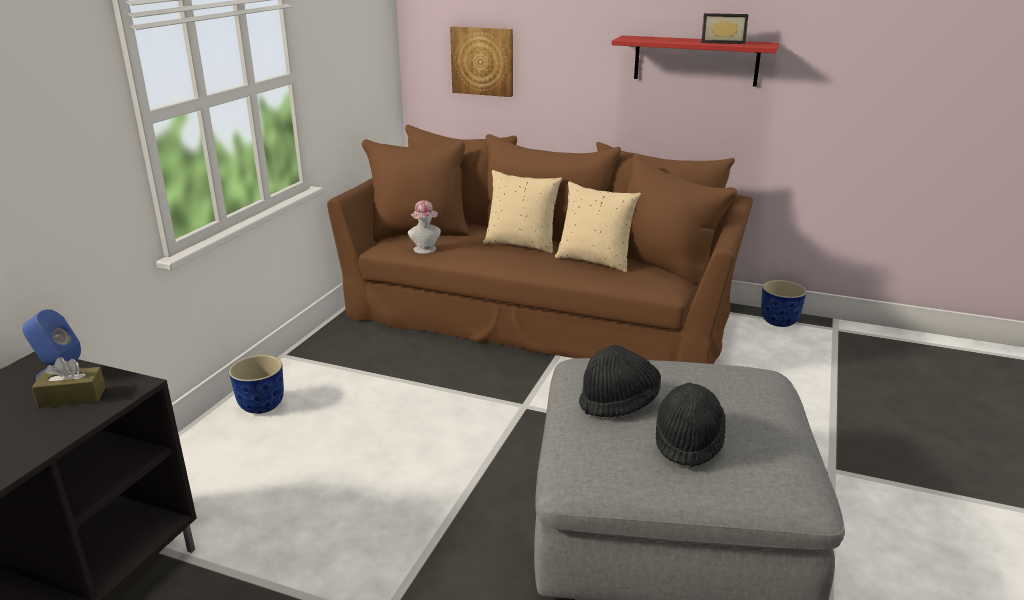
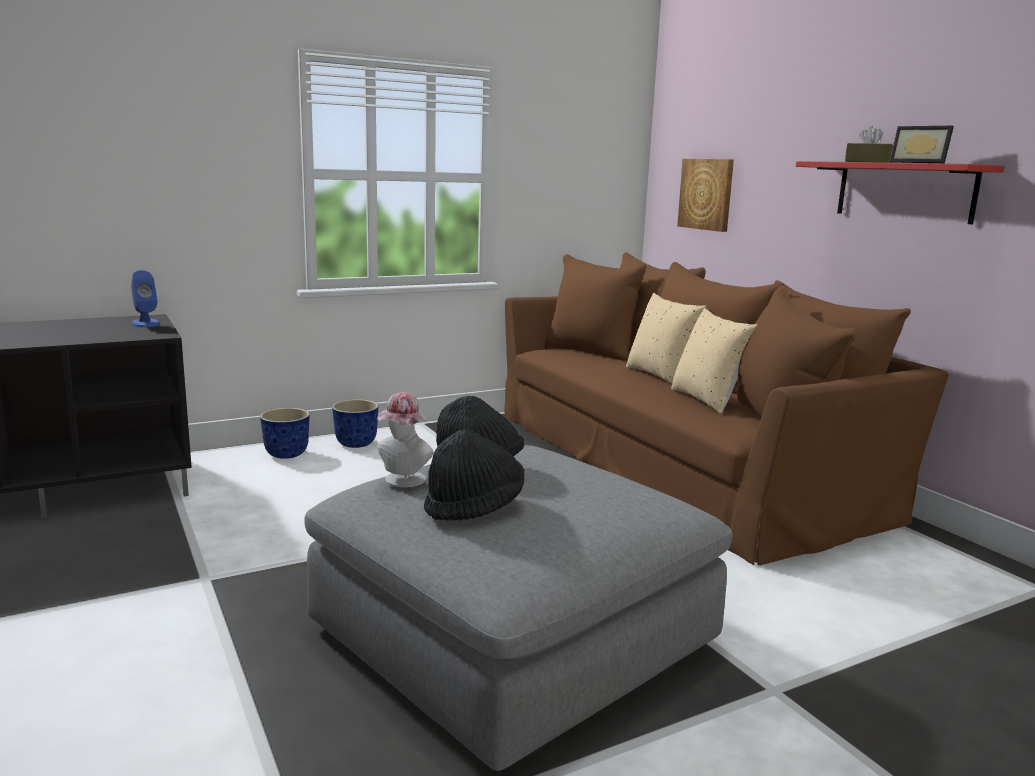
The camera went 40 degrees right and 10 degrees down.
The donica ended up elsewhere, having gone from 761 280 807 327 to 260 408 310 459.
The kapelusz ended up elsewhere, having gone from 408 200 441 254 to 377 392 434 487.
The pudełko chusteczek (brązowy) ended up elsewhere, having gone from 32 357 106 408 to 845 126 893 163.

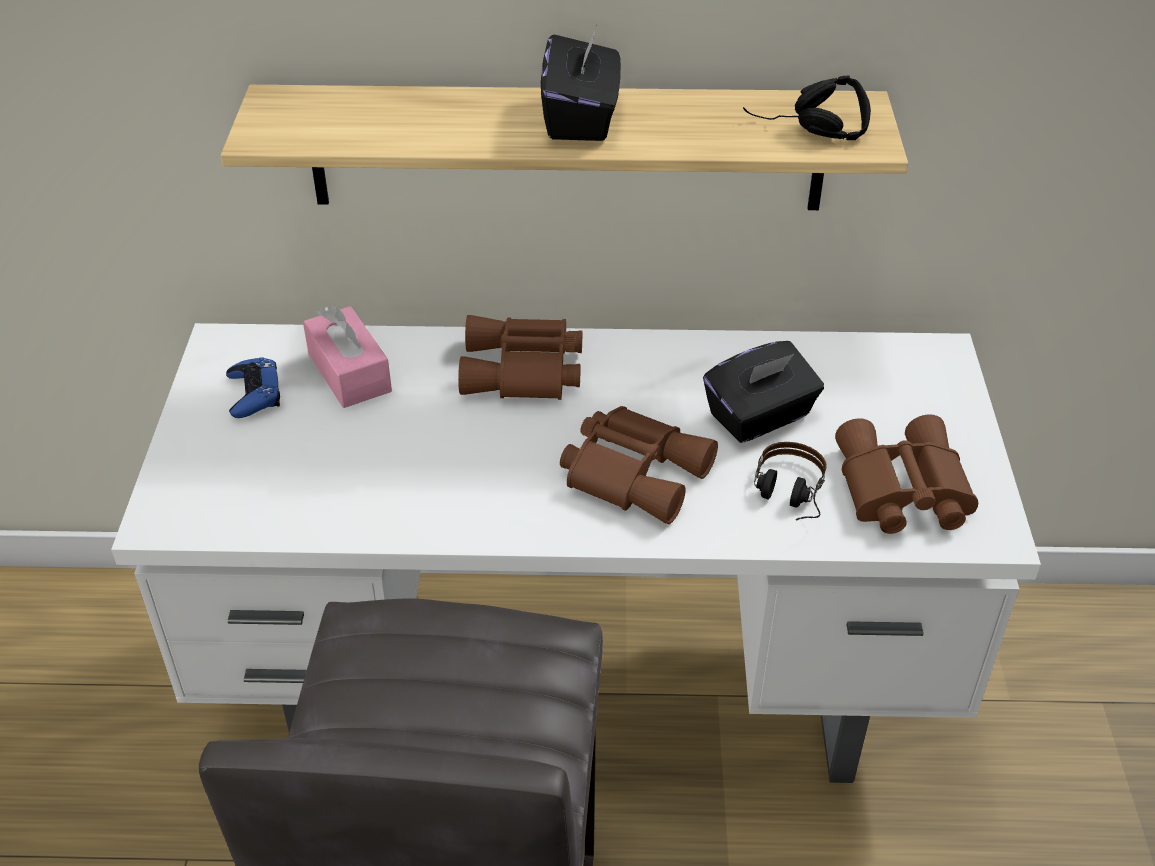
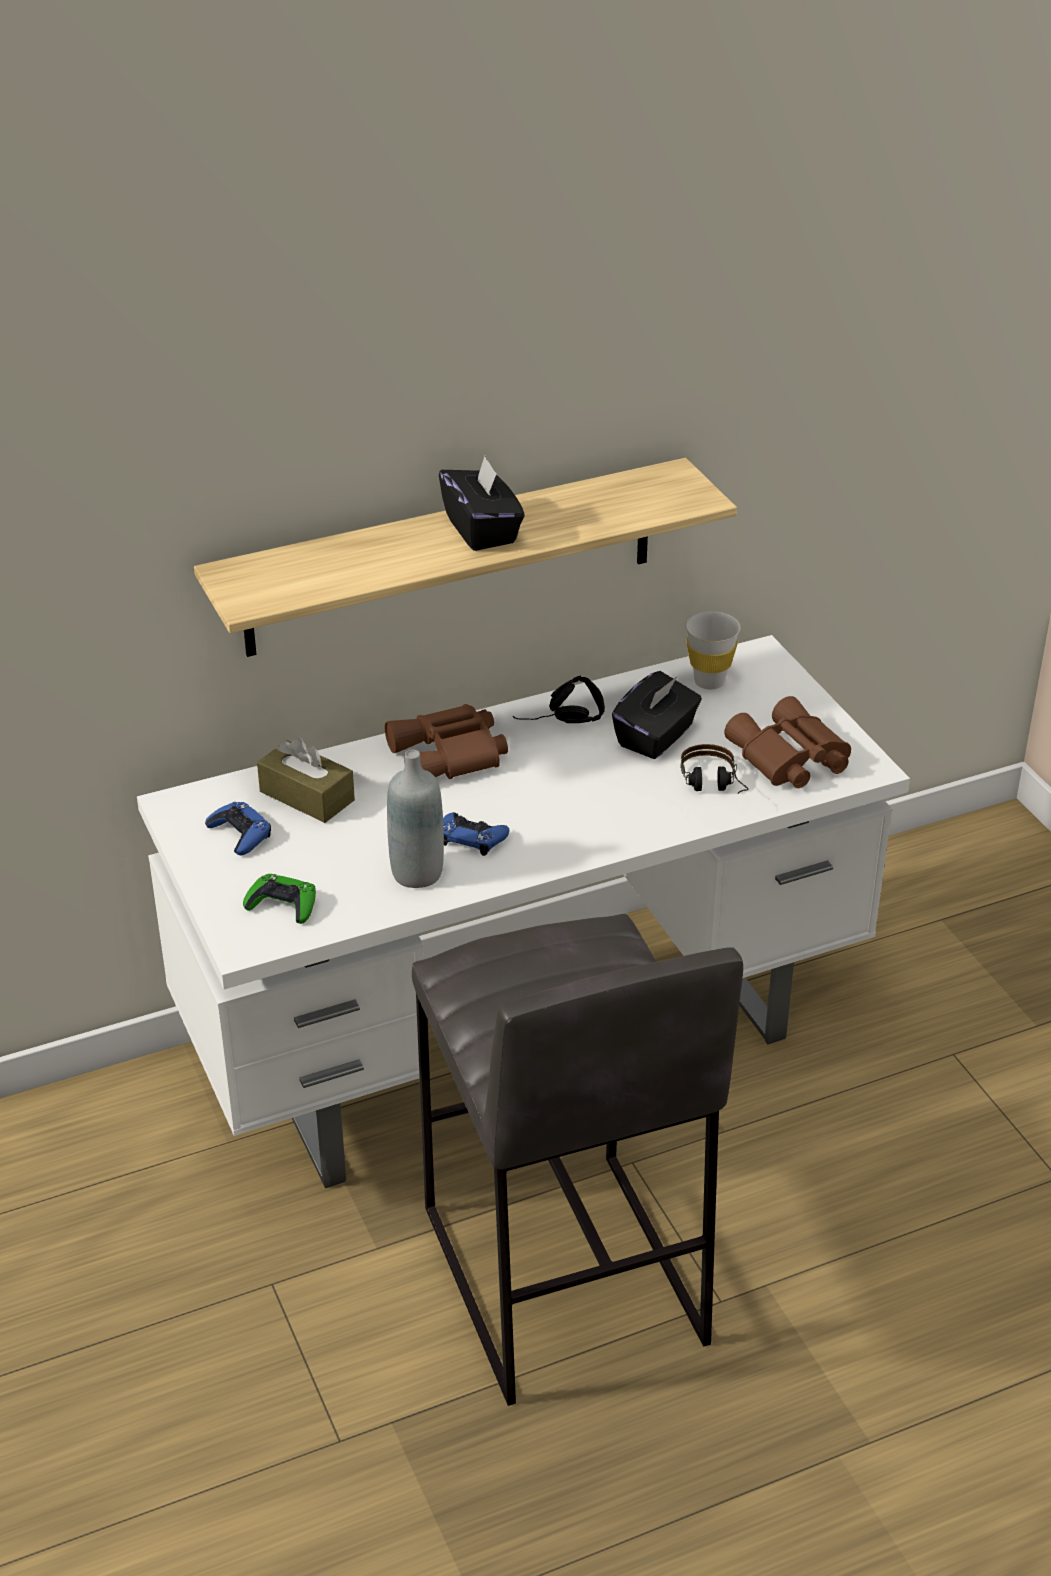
The camera went 25 degrees left and 5 degrees down.
The second view gained the pad do gier (zielony) at 243 874 316 924.
What was the pudełko chusteczek (różowy) at 303 306 392 408 turned into the pudełko chusteczek (brązowy) at 257 737 355 823.
The second view gained the butelka (szary) at 387 749 444 888.
The second view gained the pad do gier (niebieski) at 443 812 509 856.
The słuchawki (czarny) ended up elsewhere, having gone from 743 76 871 140 to 513 676 605 723.
The second view gained the filiżanka (biały) at 686 611 741 689.
The second view lost the lornetka (brązowy) at 560 406 718 524.

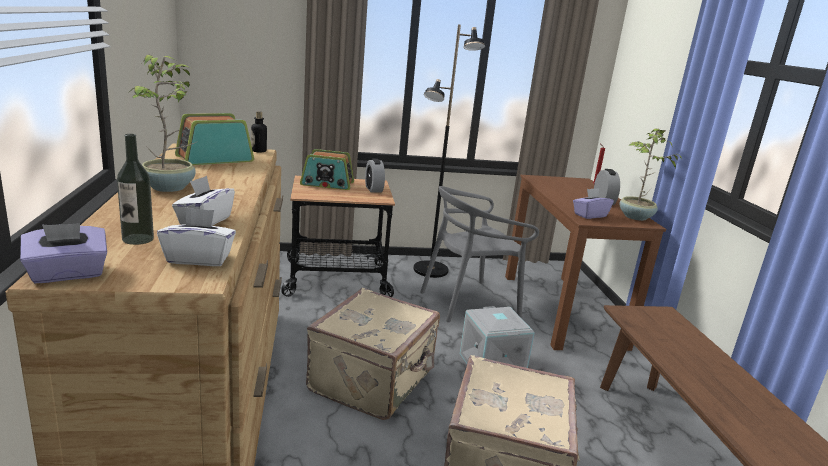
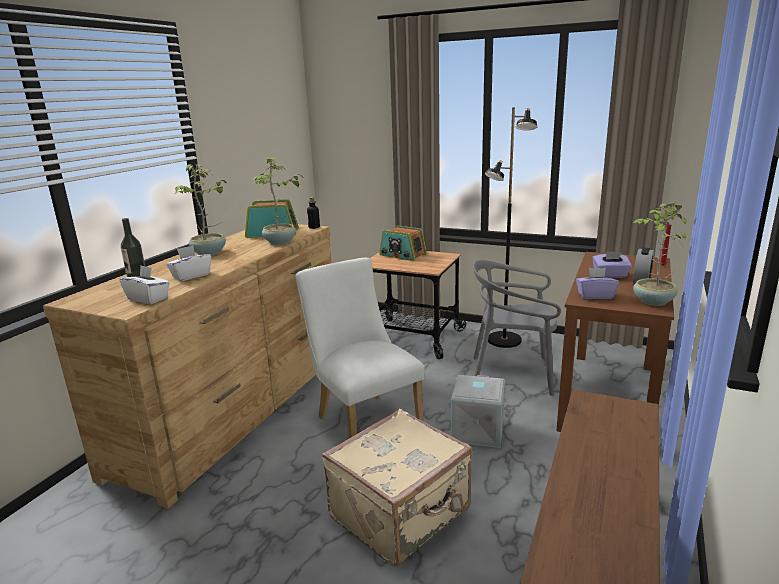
The camera went 35 degrees right and 0 degrees up.
The second view gained the roślina doniczkowa at 252 157 301 245.
Where the walizka (beżowy) stood at 306 288 440 420, the krzesło (biały) came to stand at 296 258 425 438.
The pudełko chusteczek (fioletowy) ended up elsewhere, having gone from 20 223 107 283 to 592 252 632 278.
The second view lost the budzik at 365 159 385 192.

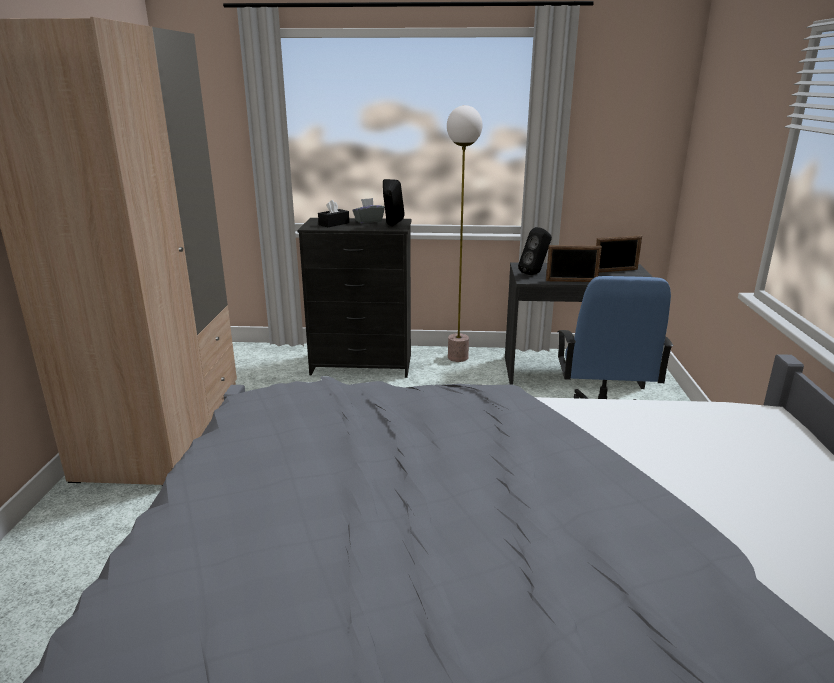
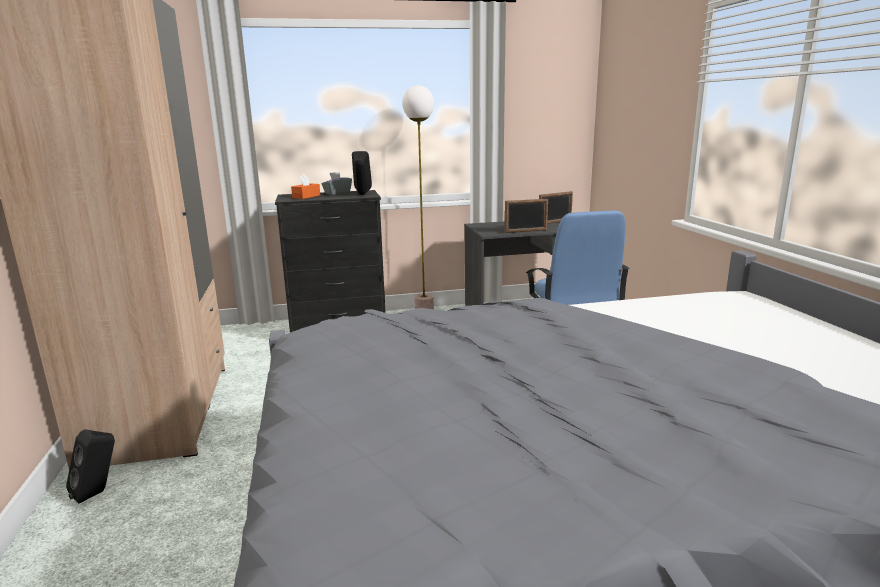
The camera went 15 degrees left and 5 degrees down.
The głośnik (czarny) ended up elsewhere, having gone from 518 227 552 275 to 66 429 115 504.
What was the pudełko chusteczek (czarny) at 318 200 349 227 turned into the pudełko chusteczek (pomarańczowy) at 291 174 320 199.

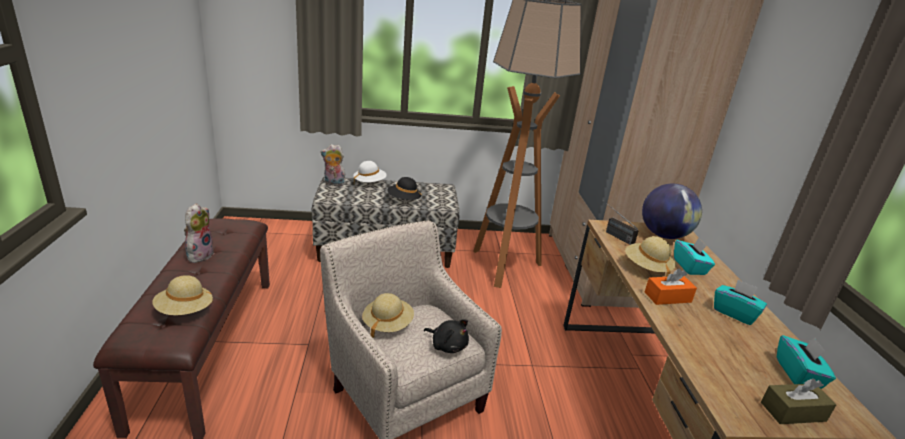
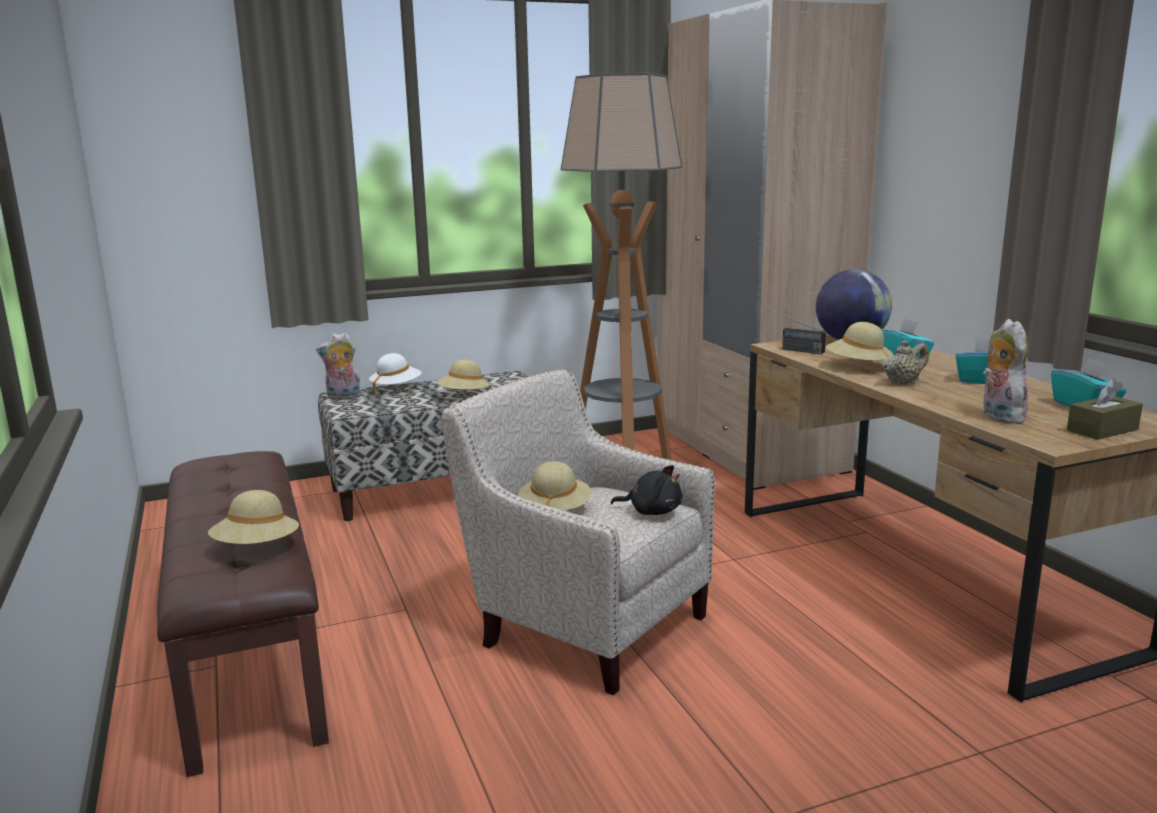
The camera went 15 degrees left and 10 degrees down.
What was the kapelusz (czarny) at 387 177 422 200 turned into the kapelusz (beżowy) at 437 359 490 390.
Where the pudełko chusteczek (pomarańczowy) stood at 645 269 697 305, the imbryk (beżowy) came to stand at 882 340 929 385.
The pluszak ended up elsewhere, having gone from 184 203 215 264 to 983 319 1028 424.

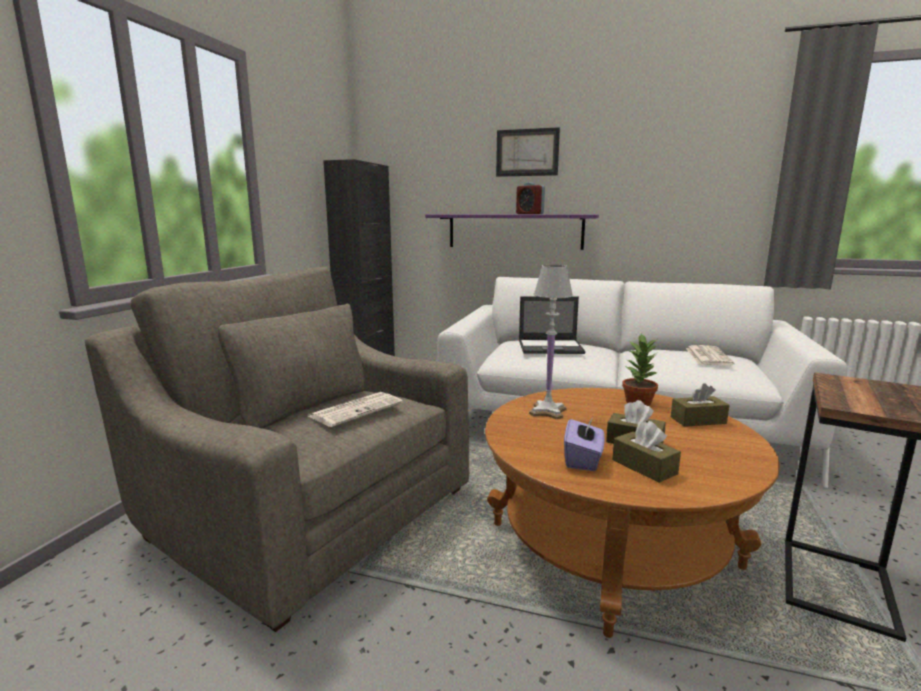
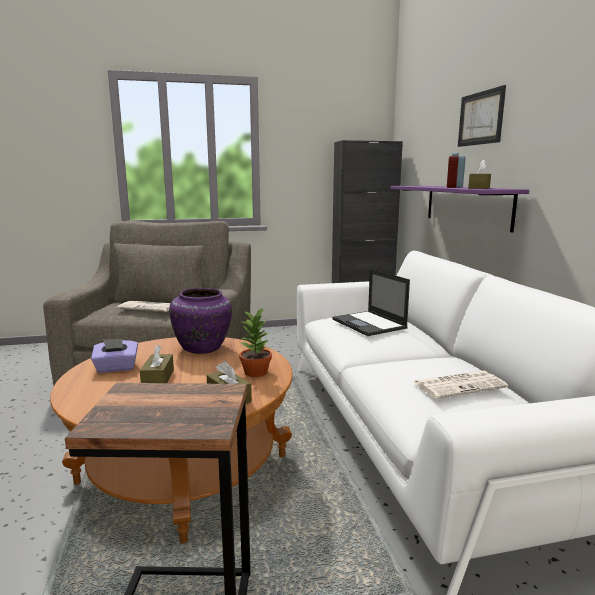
The camera went 60 degrees right and 0 degrees up.
Where the lampa stołowa (biały) stood at 529 265 573 419, the wazon (fioletowy) came to stand at 169 288 232 354.
The pudełko chusteczek (brązowy) ended up elsewhere, having gone from 612 421 681 483 to 468 160 491 189.

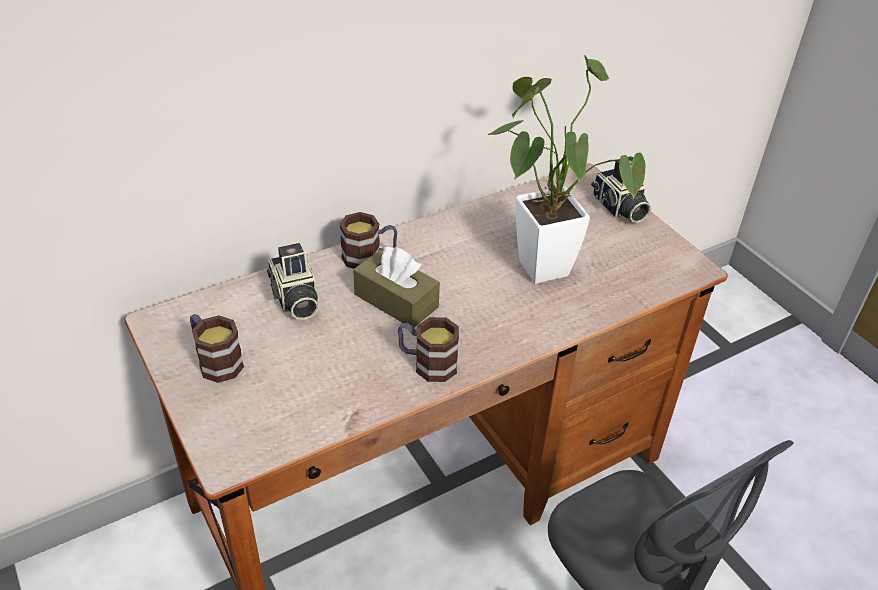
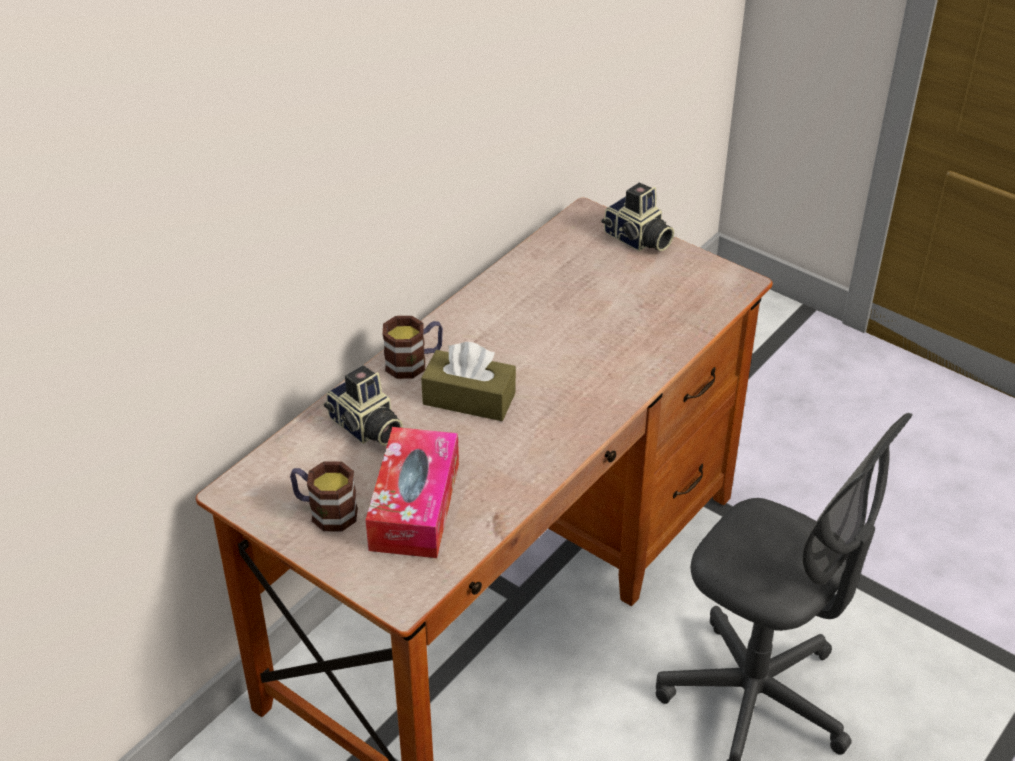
The camera went 20 degrees left and 0 degrees up.
The second view gained the pudełko chusteczek at 366 427 459 558.
The second view lost the kubek at 398 317 459 382.
The second view lost the roślina doniczkowa at 488 55 646 284.

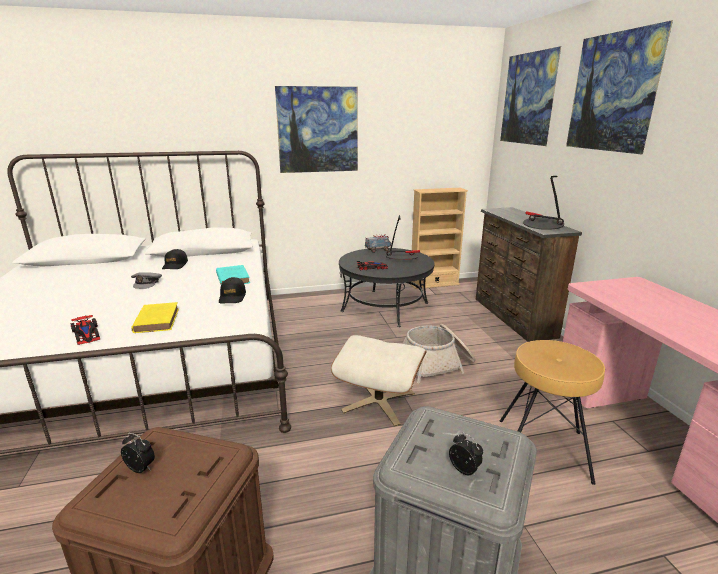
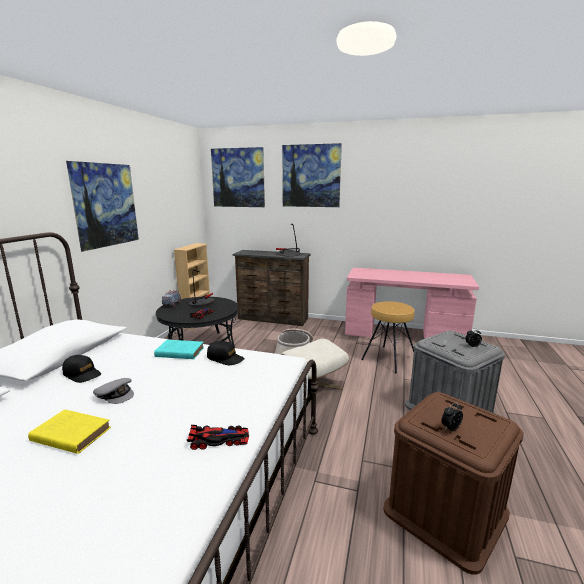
The camera went 60 degrees left and 5 degrees down.
The książka (żółty) ended up elsewhere, having gone from 131 302 179 333 to 28 409 111 454.

